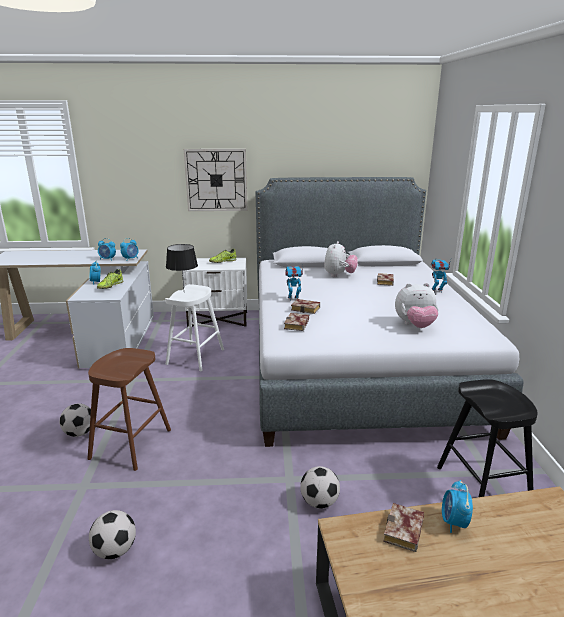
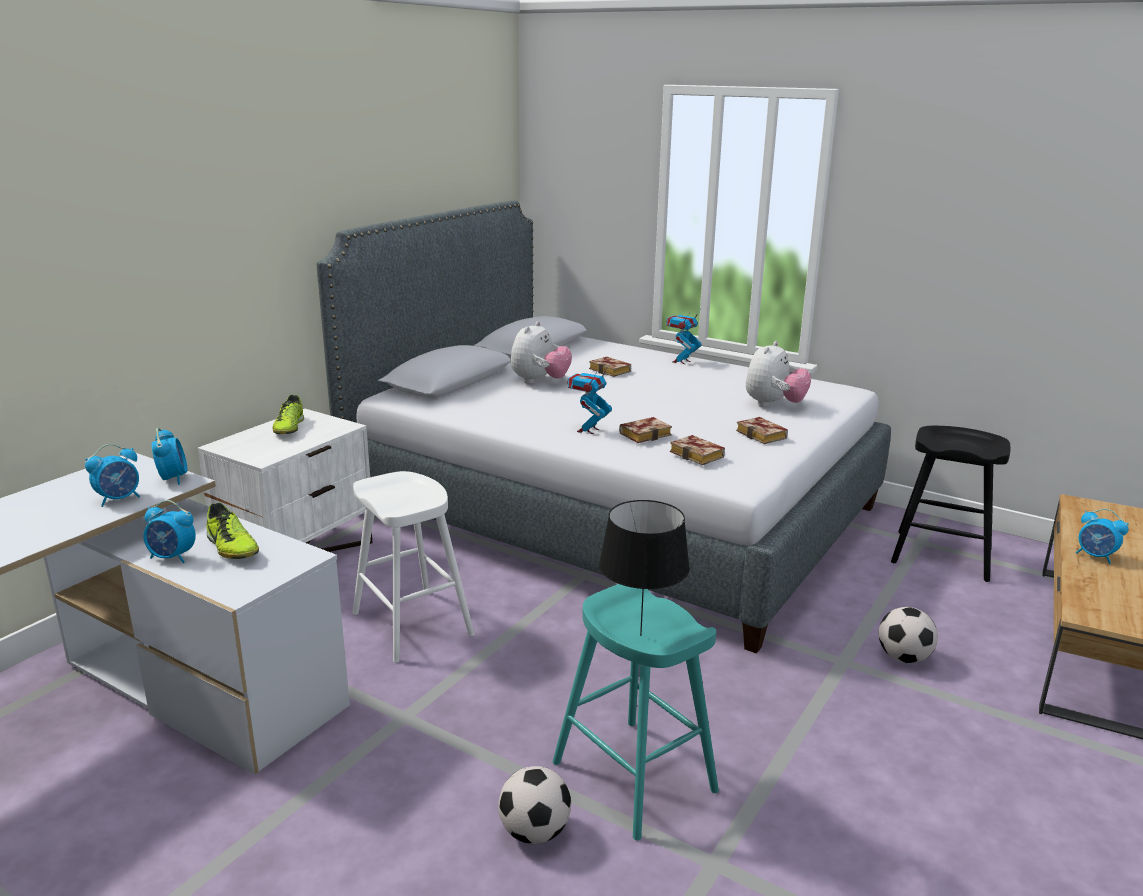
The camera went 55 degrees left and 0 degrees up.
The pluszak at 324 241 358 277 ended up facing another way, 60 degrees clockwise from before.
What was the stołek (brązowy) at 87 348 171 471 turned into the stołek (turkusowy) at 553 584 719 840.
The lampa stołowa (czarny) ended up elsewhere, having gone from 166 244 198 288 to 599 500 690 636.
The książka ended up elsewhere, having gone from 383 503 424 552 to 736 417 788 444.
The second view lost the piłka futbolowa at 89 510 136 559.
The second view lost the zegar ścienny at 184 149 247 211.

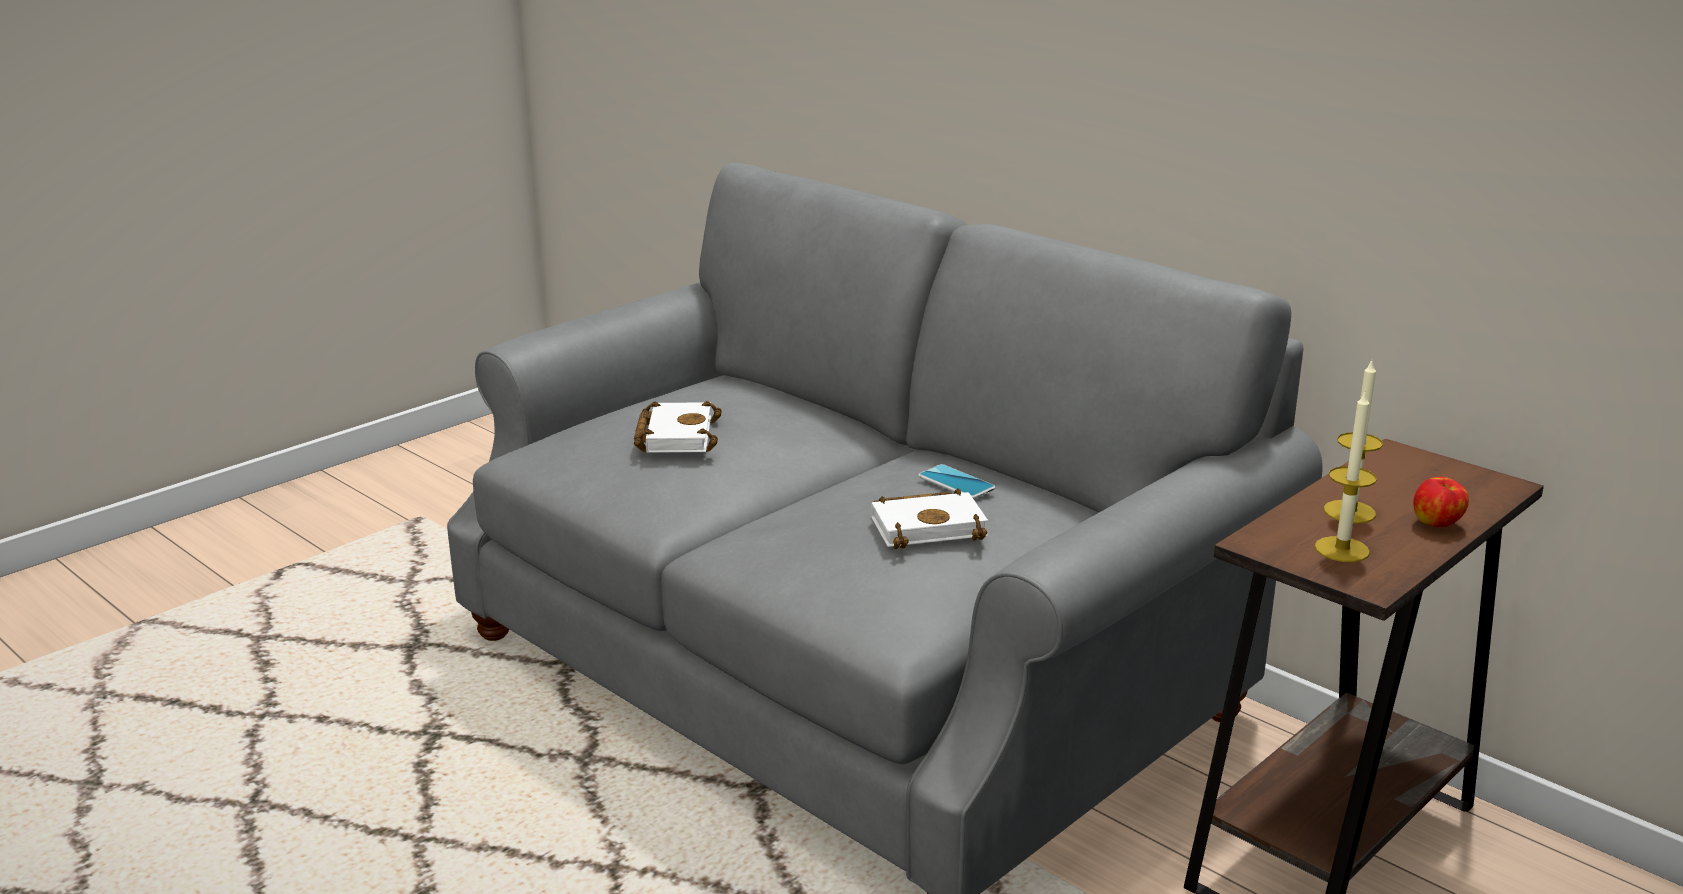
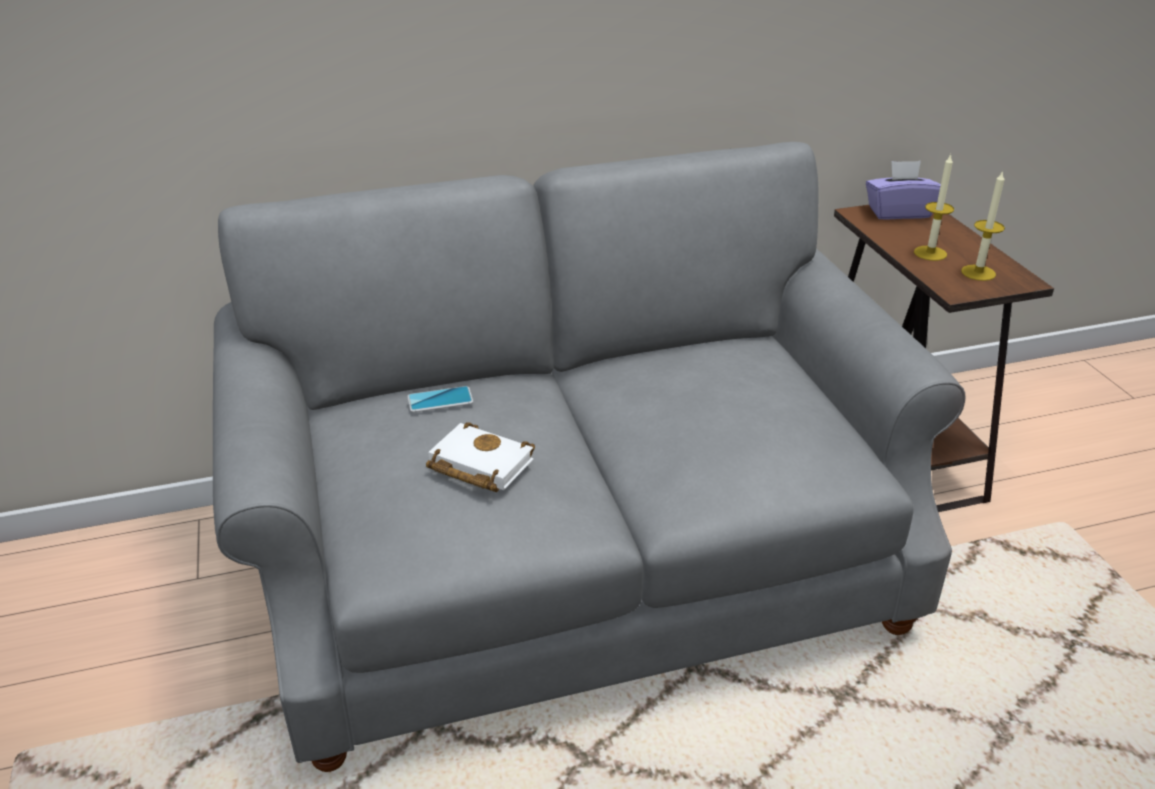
The camera went 60 degrees left and 10 degrees up.
The telefon ended up elsewhere, having gone from 918 464 996 499 to 407 386 473 412.
The second view gained the pudełko chusteczek (fioletowy) at 866 161 941 220.
The second view lost the książka (biały) at 871 488 988 549.
The second view lost the jabłko at 1413 477 1469 527.

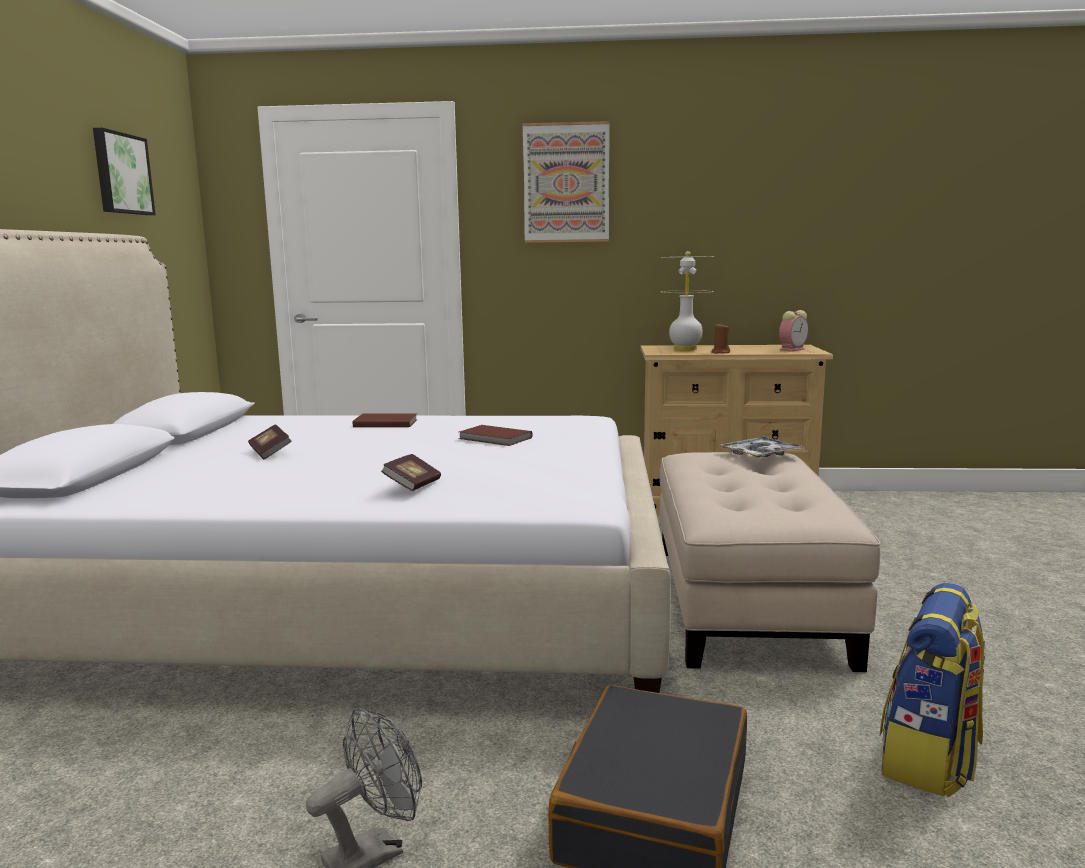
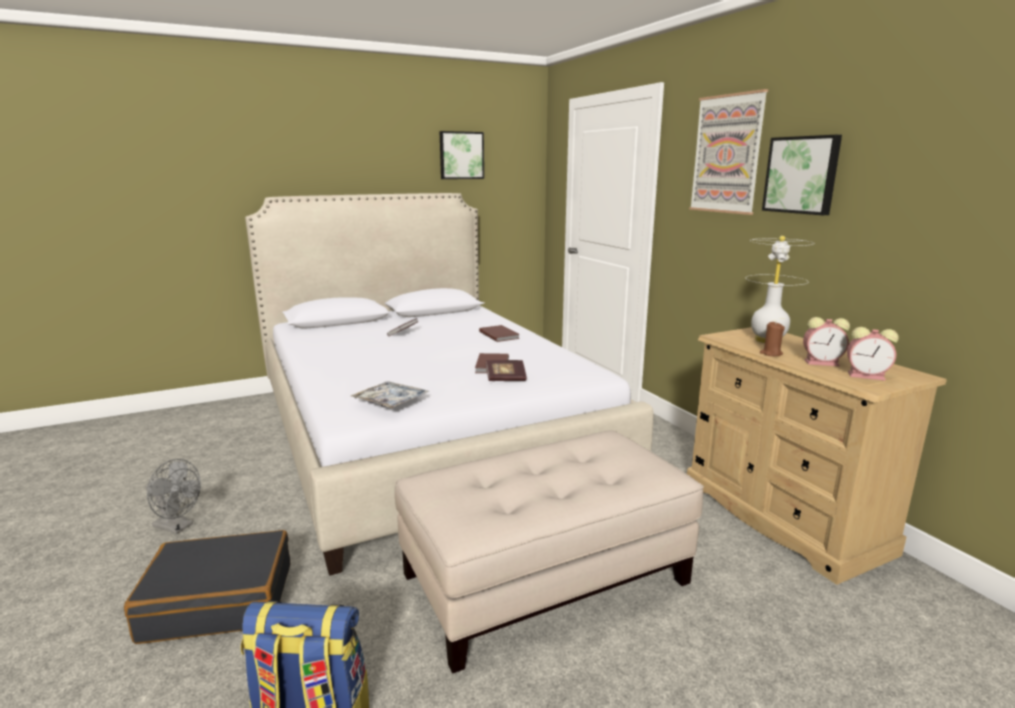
The camera went 60 degrees right and 5 degrees up.
The taca ended up elsewhere, having gone from 720 437 804 457 to 351 382 430 409.
The książka ended up elsewhere, having gone from 381 454 441 491 to 486 360 527 381.
The second view gained the obraz at 762 135 842 215.
The second view gained the budzik at 803 317 850 366.

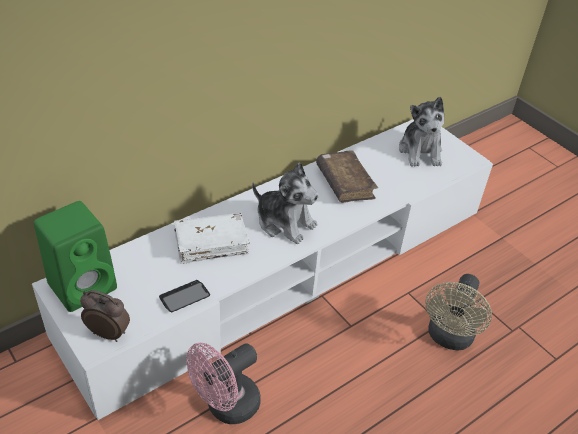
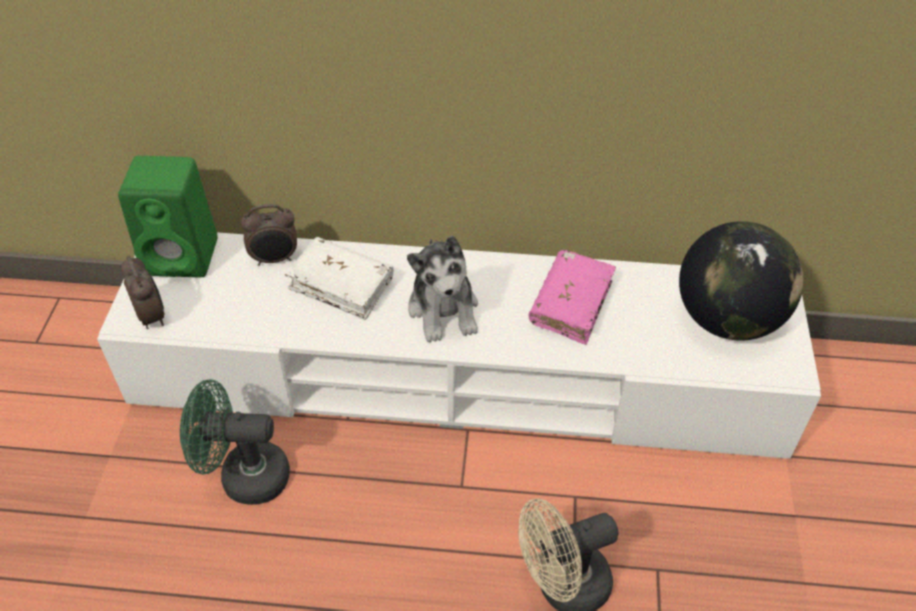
The camera went 45 degrees right and 5 degrees up.
What was the wentylator (różowy) at 186 343 261 424 turned into the wentylator (zielony) at 180 379 290 505.
The second view gained the budzik at 241 204 297 266.
What was the książka (brązowy) at 316 150 378 203 turned into the książka (różowy) at 529 250 616 345.
Where the pluszak stood at 399 97 444 167, the globus came to stand at 679 221 804 340.
The second view lost the telefon at 159 280 210 312.

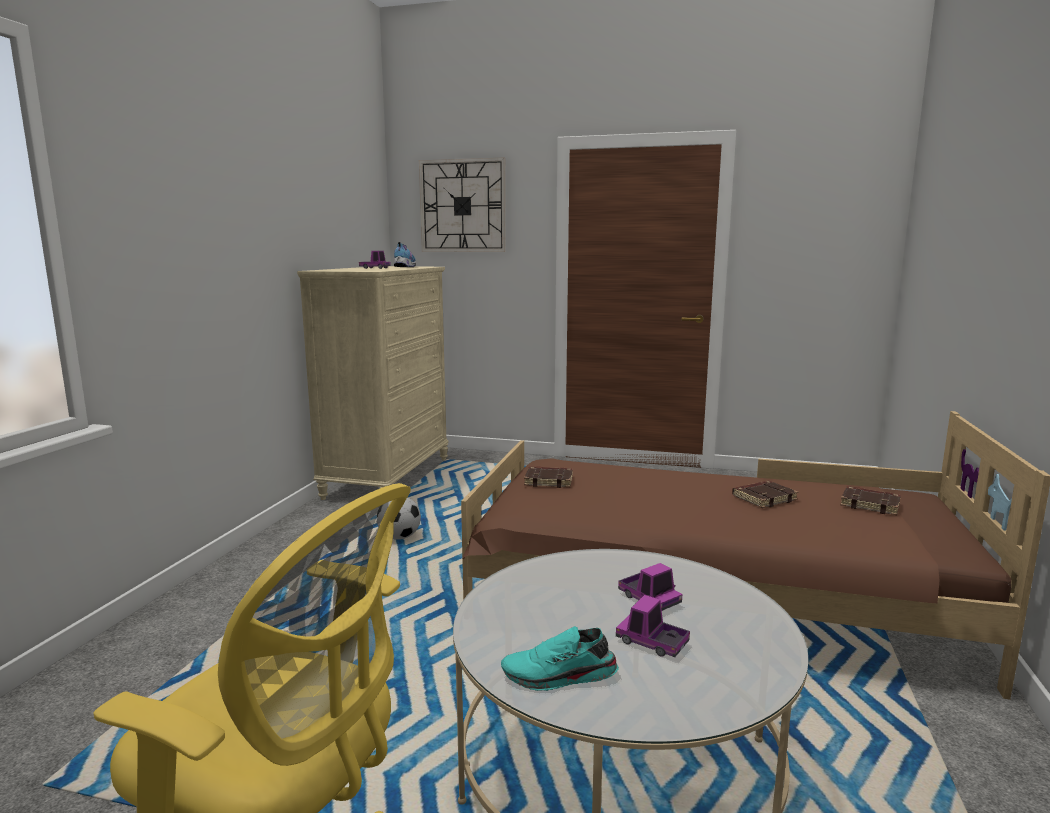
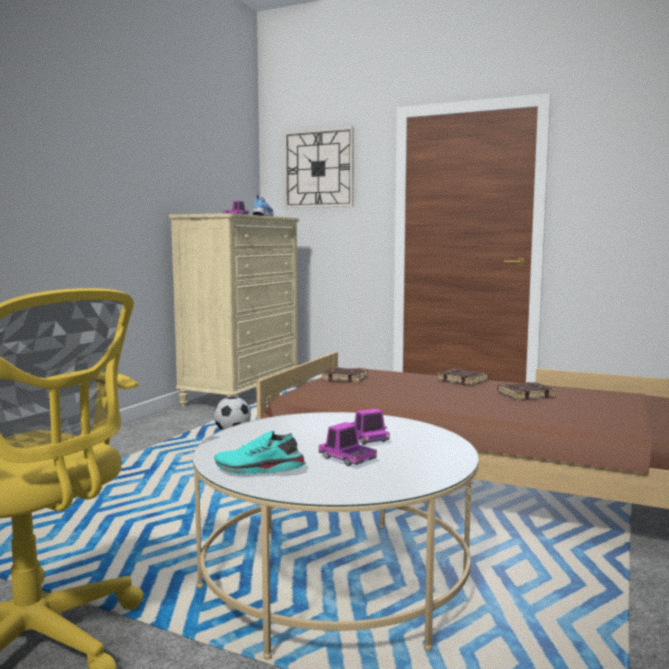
The camera went 10 degrees right and 5 degrees down.
The książka (brązowy) ended up elsewhere, having gone from 840 486 901 515 to 437 369 488 385.

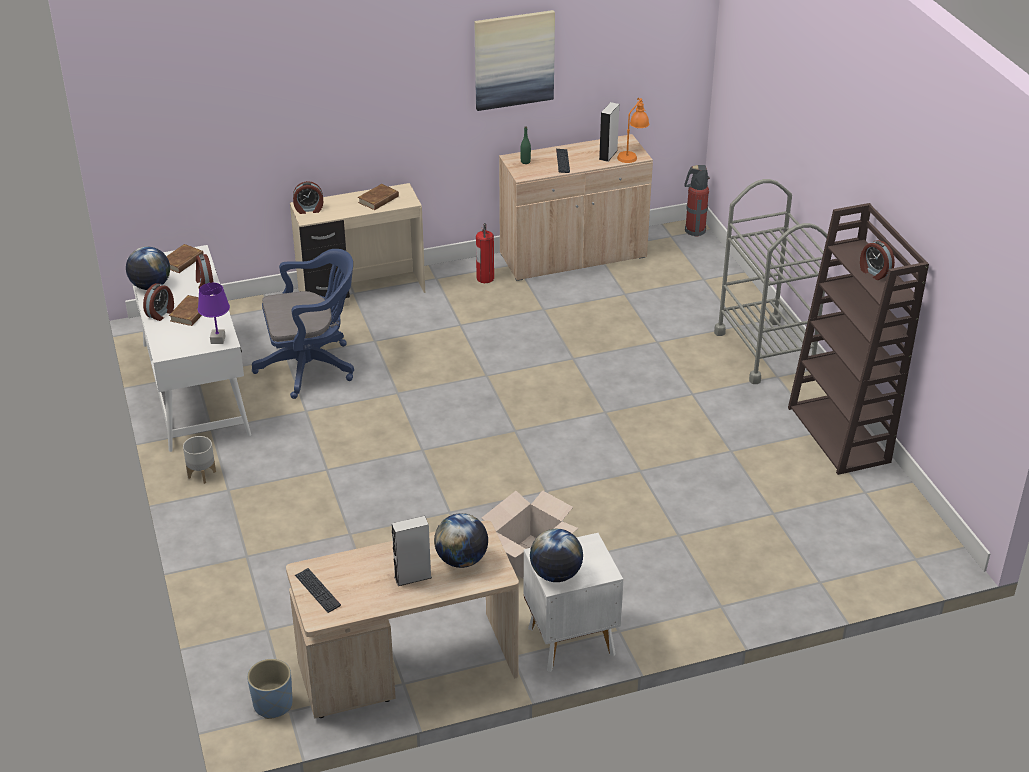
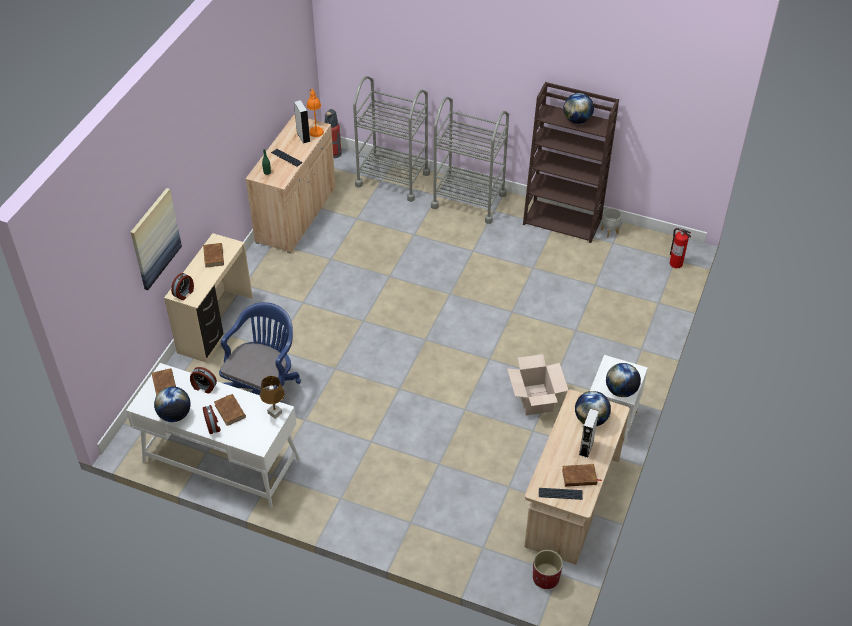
The camera went 50 degrees left and 10 degrees up.
The obraz ended up elsewhere, having gone from 475 10 555 111 to 131 188 182 290.
What was the lampa stołowa (fioletowy) at 198 283 230 344 turned into the lampa stołowa (brązowy) at 260 376 285 419.
The second view gained the wózek (szary) at 353 76 430 202.
What was the donica (niebieski) at 247 659 293 719 turned into the donica (czerwony) at 533 550 563 589.
The second view gained the książka (brązowy) at 562 464 601 487.
Where the budzik stood at 860 240 895 280, the globus came to stand at 564 93 594 124.
The donica (szary) ended up elsewhere, having gone from 183 436 216 484 to 601 208 621 238.
The gaśnica ended up elsewhere, having gone from 476 223 494 283 to 670 228 691 268.

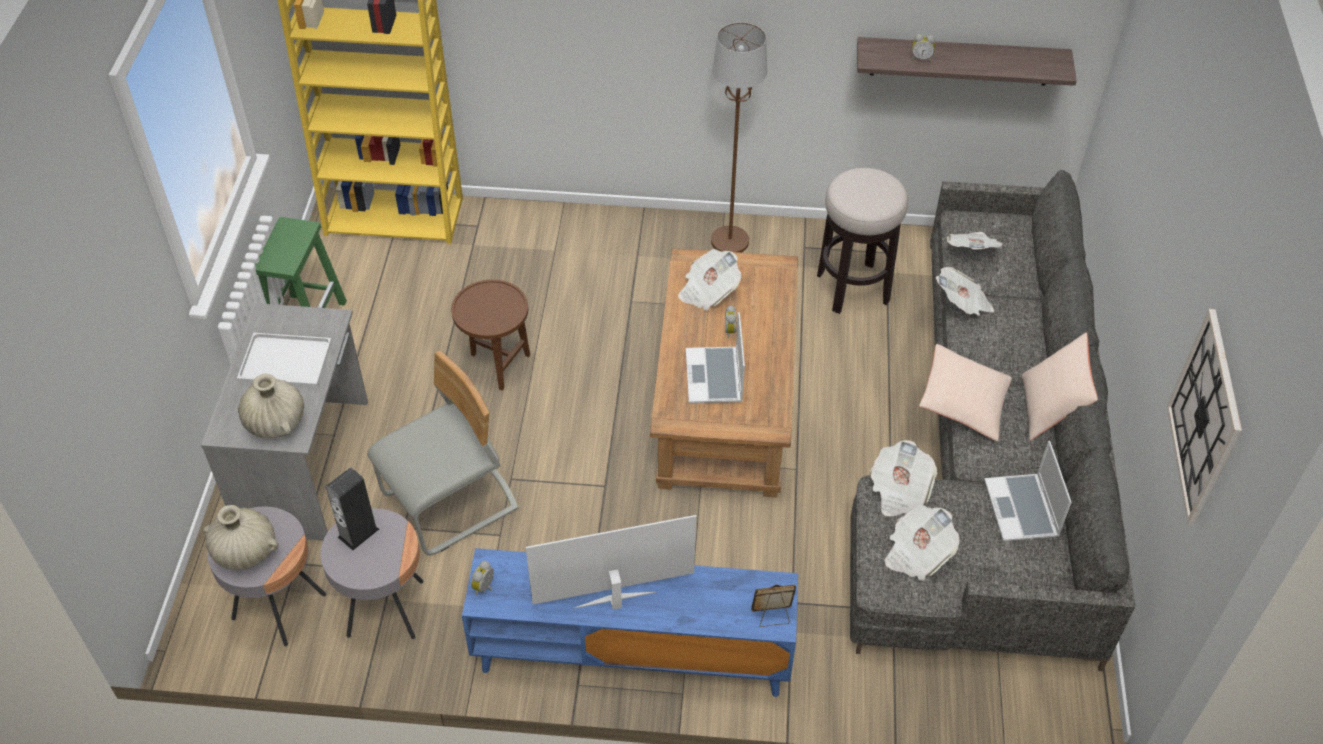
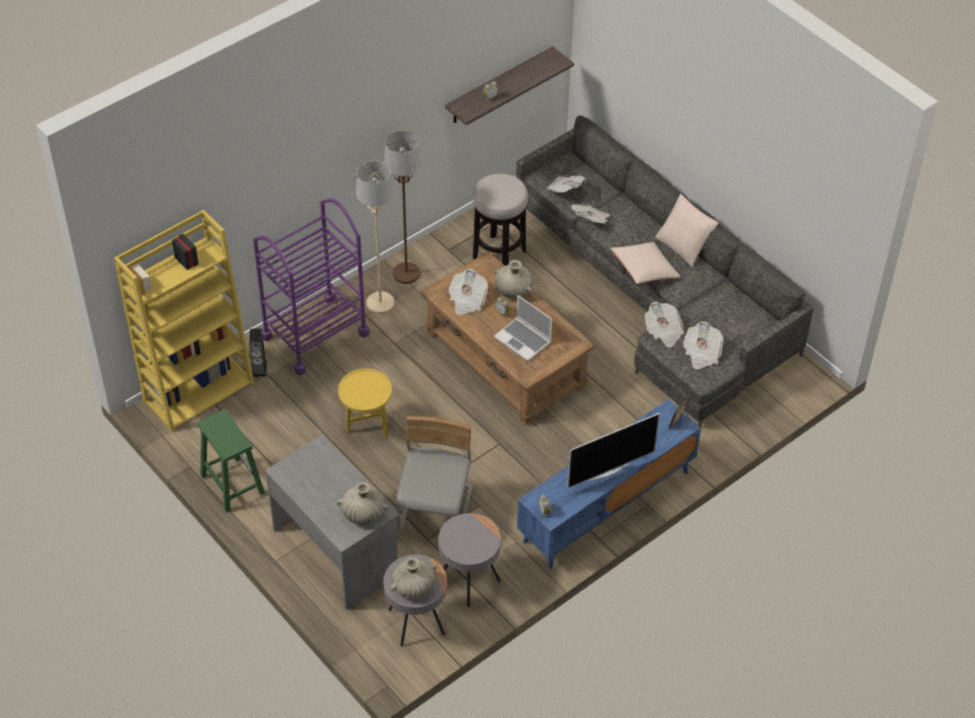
The camera went 45 degrees left and 0 degrees up.
The głośnik ended up elsewhere, having gone from 326 467 379 551 to 249 328 267 377.
The second view gained the wózek (fioletowy) at 253 198 370 375.
What was the stolik (brązowy) at 451 280 530 391 turned into the stolik (żółty) at 338 369 392 439.
The second view gained the lampa stojąca (beżowy) at 356 161 394 314.
The second view gained the wazon (beżowy) at 495 260 533 299.
The telewizor at 526 515 696 610 ended up facing another way, 150 degrees counterclockwise from before.
The second view lost the taca (biały) at 237 333 332 388.
The second view lost the laptop at 984 440 1072 541.
The second view lost the zegar ścienny at 1167 309 1242 525.

